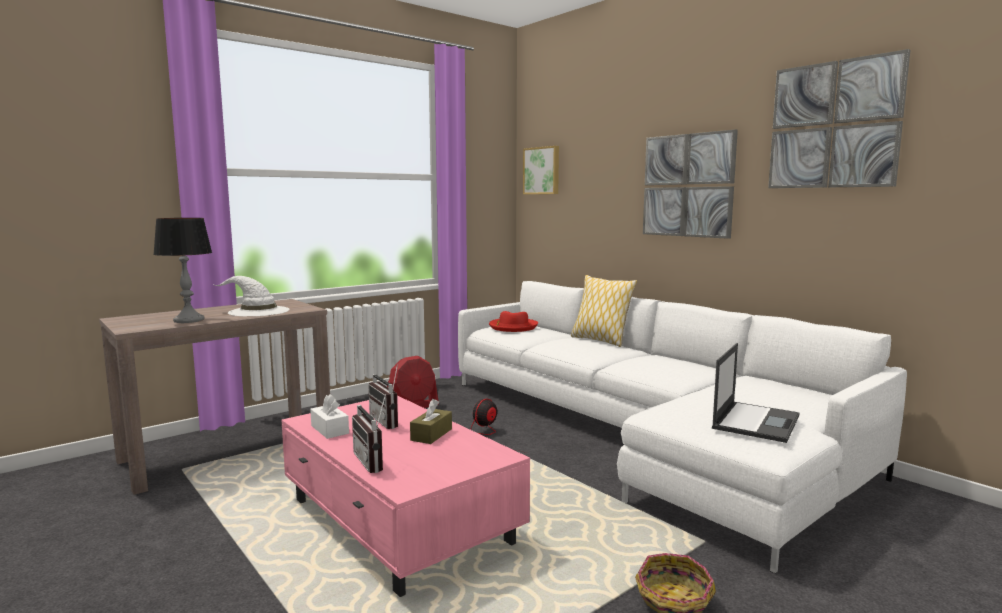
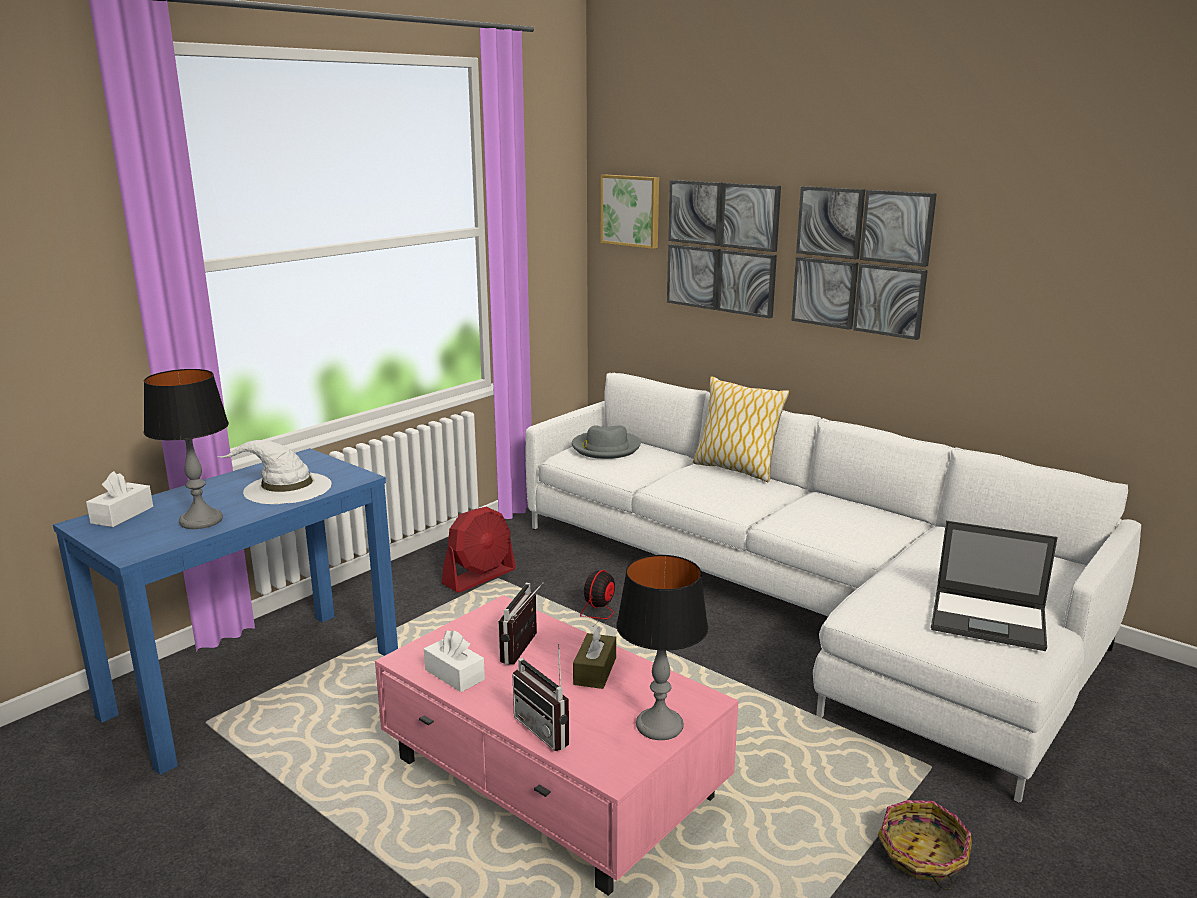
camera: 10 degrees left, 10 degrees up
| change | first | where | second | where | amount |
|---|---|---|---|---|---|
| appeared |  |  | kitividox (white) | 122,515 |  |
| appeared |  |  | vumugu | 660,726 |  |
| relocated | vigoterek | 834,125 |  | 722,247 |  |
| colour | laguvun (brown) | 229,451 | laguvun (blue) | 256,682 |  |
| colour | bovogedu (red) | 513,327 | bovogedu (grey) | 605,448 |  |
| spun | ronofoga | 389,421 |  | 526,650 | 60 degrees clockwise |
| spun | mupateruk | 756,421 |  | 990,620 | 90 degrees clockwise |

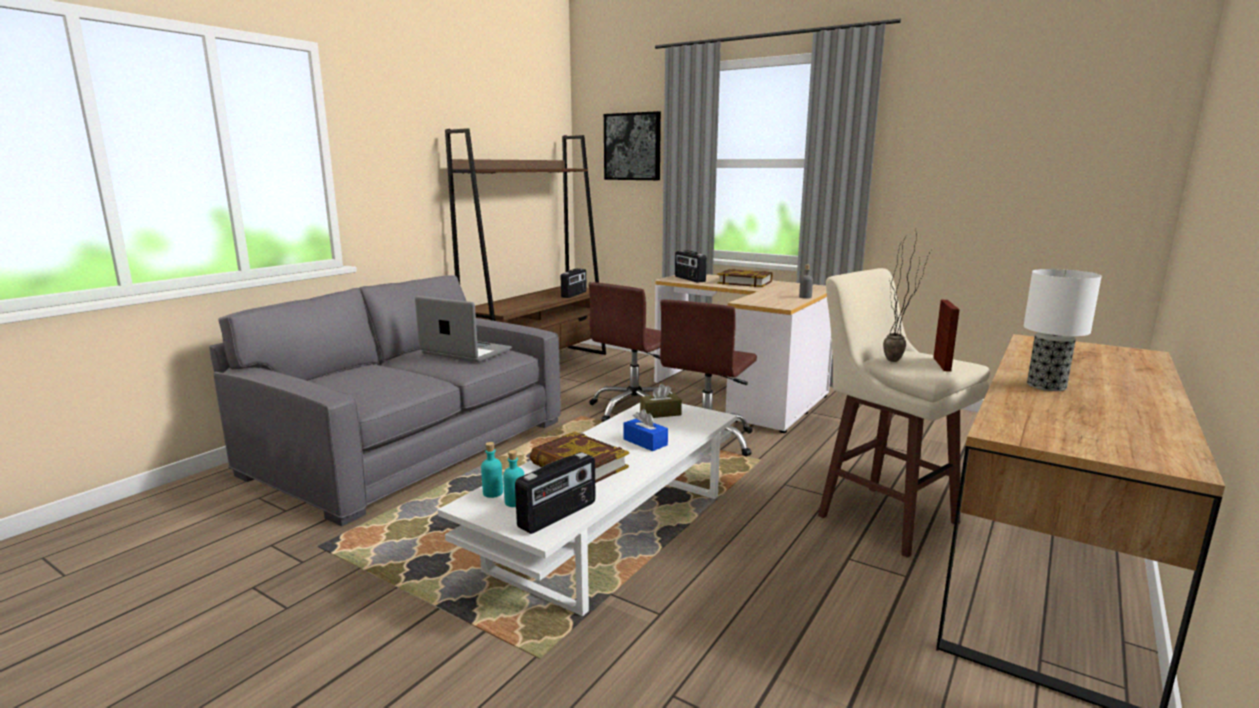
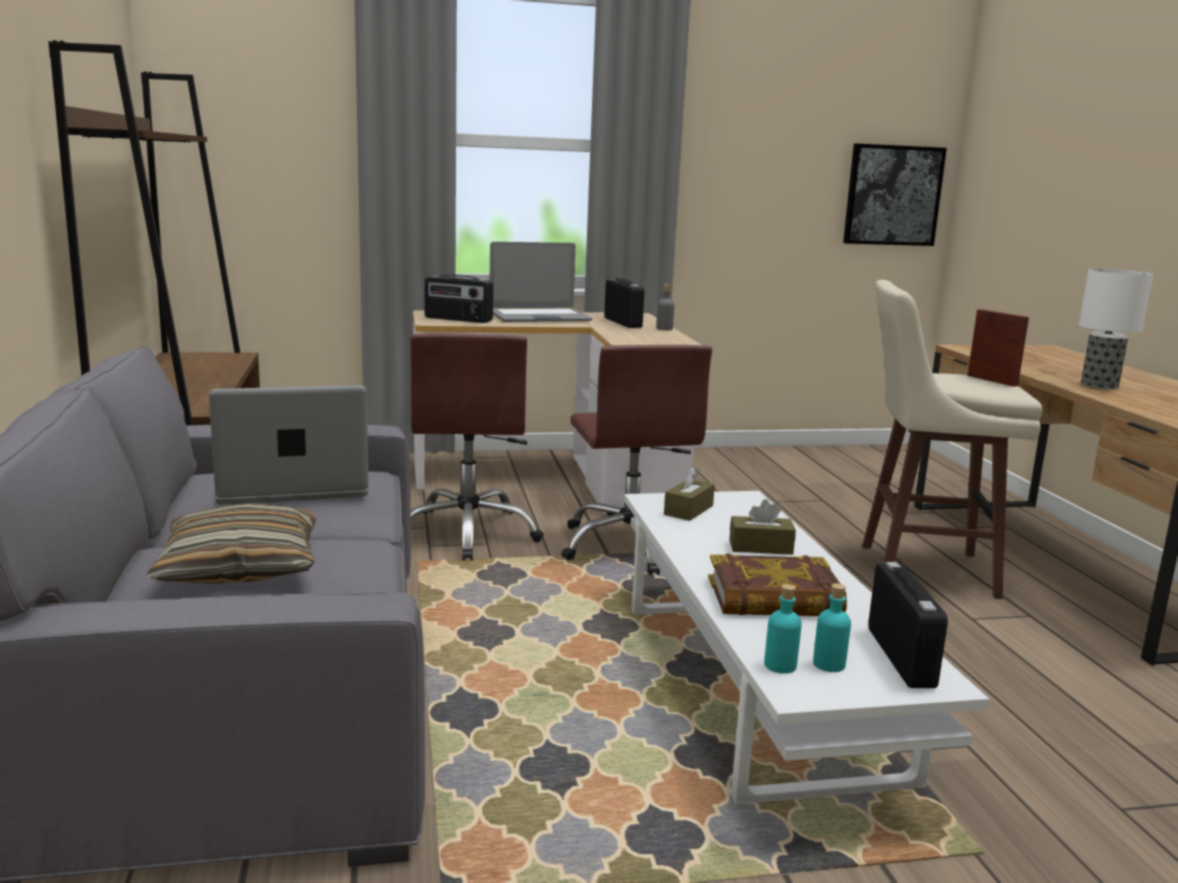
camera: 45 degrees left, 0 degrees up
| change | first | where | second | where | amount |
|---|---|---|---|---|---|
| missing | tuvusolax | 899,362 |  |  |  |
| appeared |  |  | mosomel | 240,566 |  |
| relocated | ronofoga | 574,294 |  | 623,323 |  |
| relocated | vigoterek | 632,146 |  | 892,195 |  |
| exchanged | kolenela | 745,282 | mupateruk | 539,317 |  |
| colour | kitividox (blue) | 645,442 | kitividox (brown) | 760,547 |  |

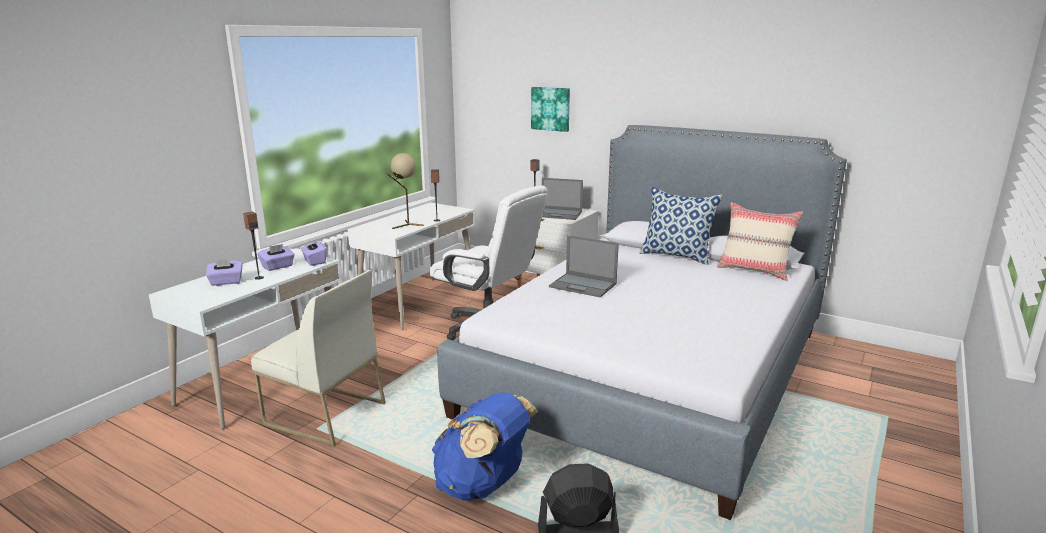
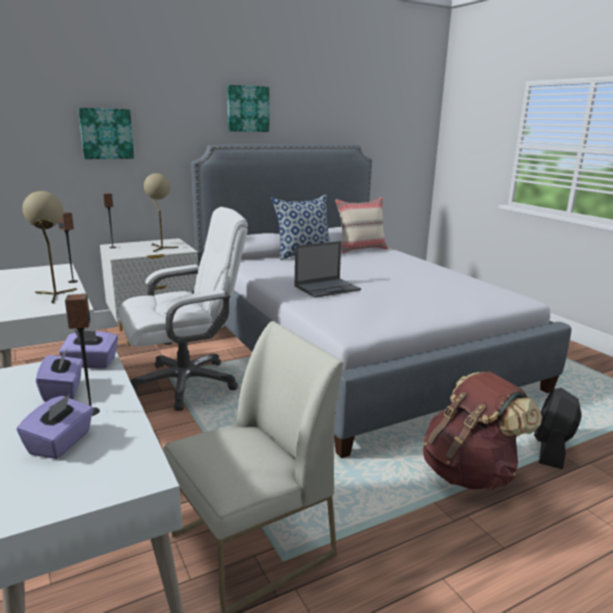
camera: 60 degrees left, 0 degrees up
| change | first | where | second | where | amount |
|---|---|---|---|---|---|
| appeared |  |  | vigoterek | 247,109 |  |
| exchanged | mupateruk | 559,214 | vumugu (beige) | 160,248 |  |
| colour | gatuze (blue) | 483,485 | gatuze (brown) | 469,473 |  |

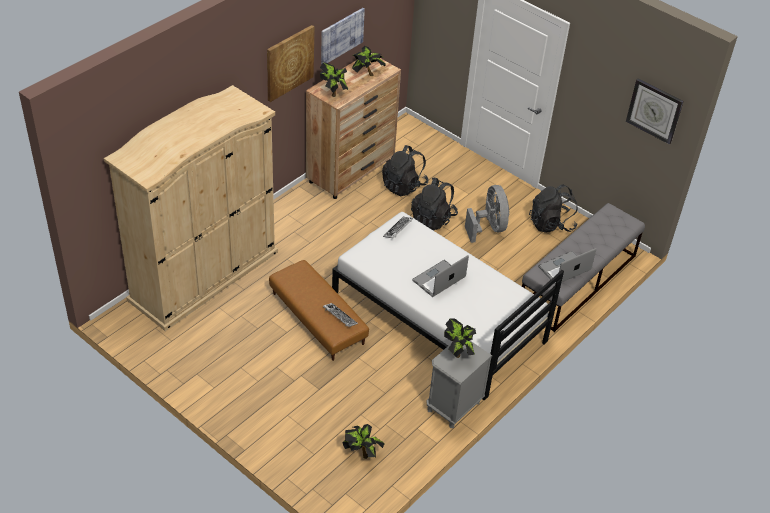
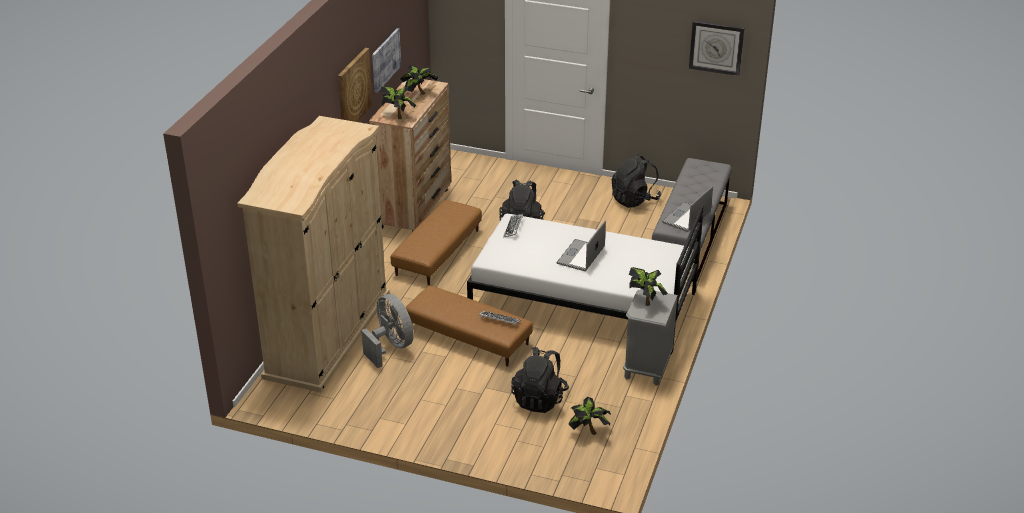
camera: 20 degrees left, 10 degrees down
| change | first | where | second | where | amount |
|---|---|---|---|---|---|
| appeared |  |  | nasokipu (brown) | 437,252 |  |
| relocated | gatuze (black) | 404,186 |  | 539,399 |  |
| relocated | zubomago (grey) | 488,227 |  | 391,347 |  |

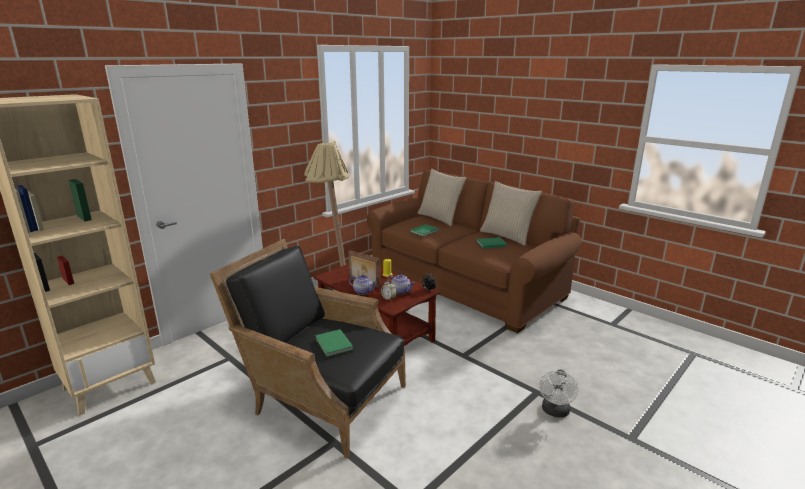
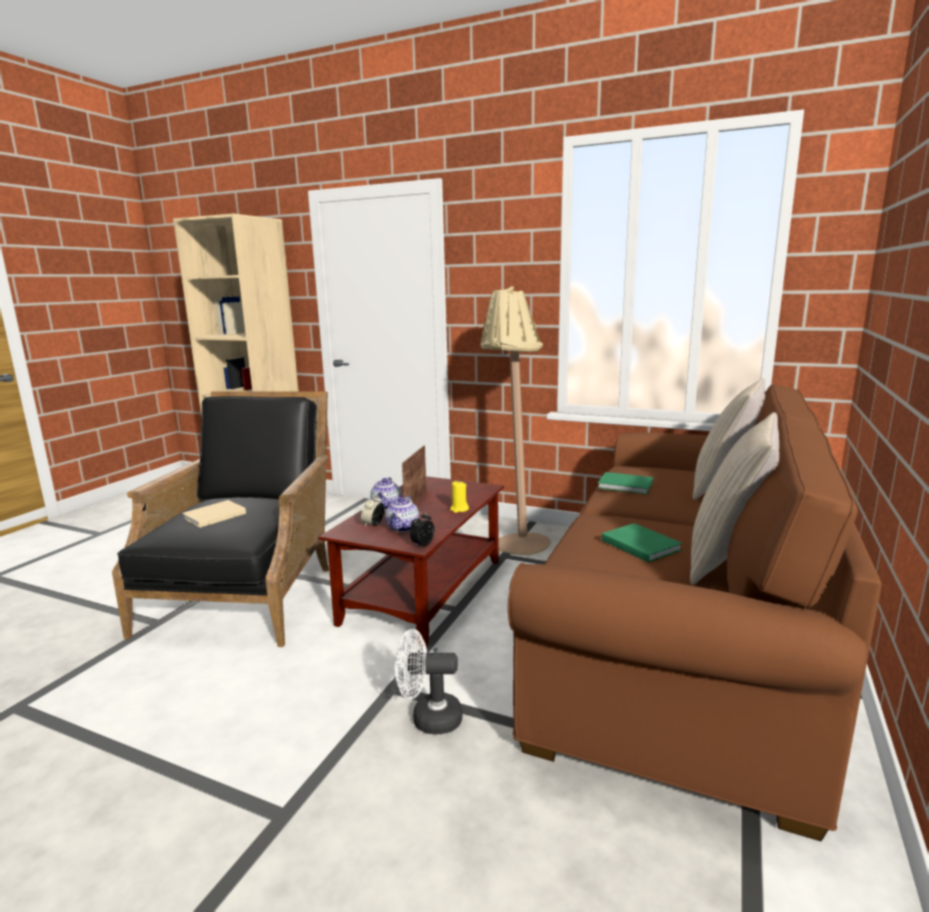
camera: 70 degrees right, 5 degrees down
| change | first | where | second | where | amount |
|---|---|---|---|---|---|
| relocated | zubomago (white) | 555,412 |  | 428,718 |  |
| colour | kolenela (green) | 333,345 | kolenela (beige) | 213,516 |  |

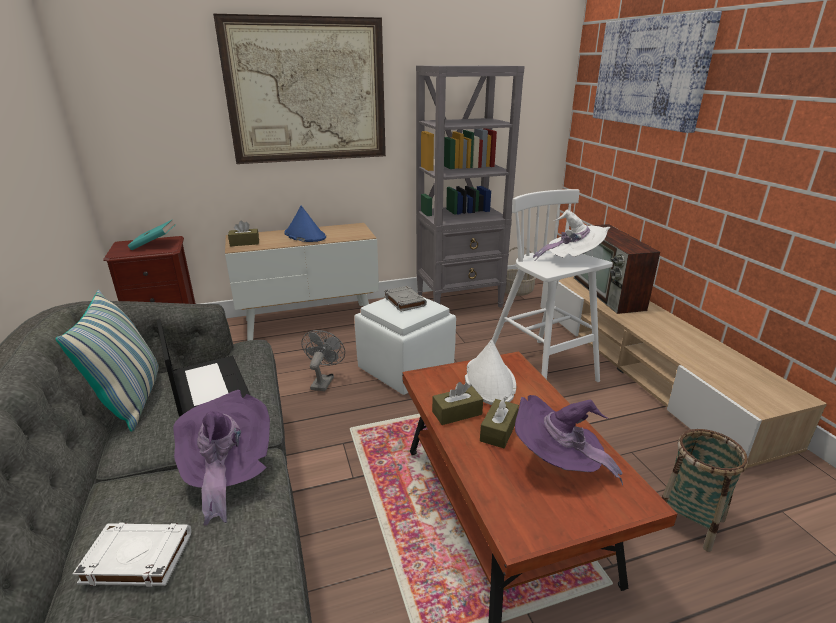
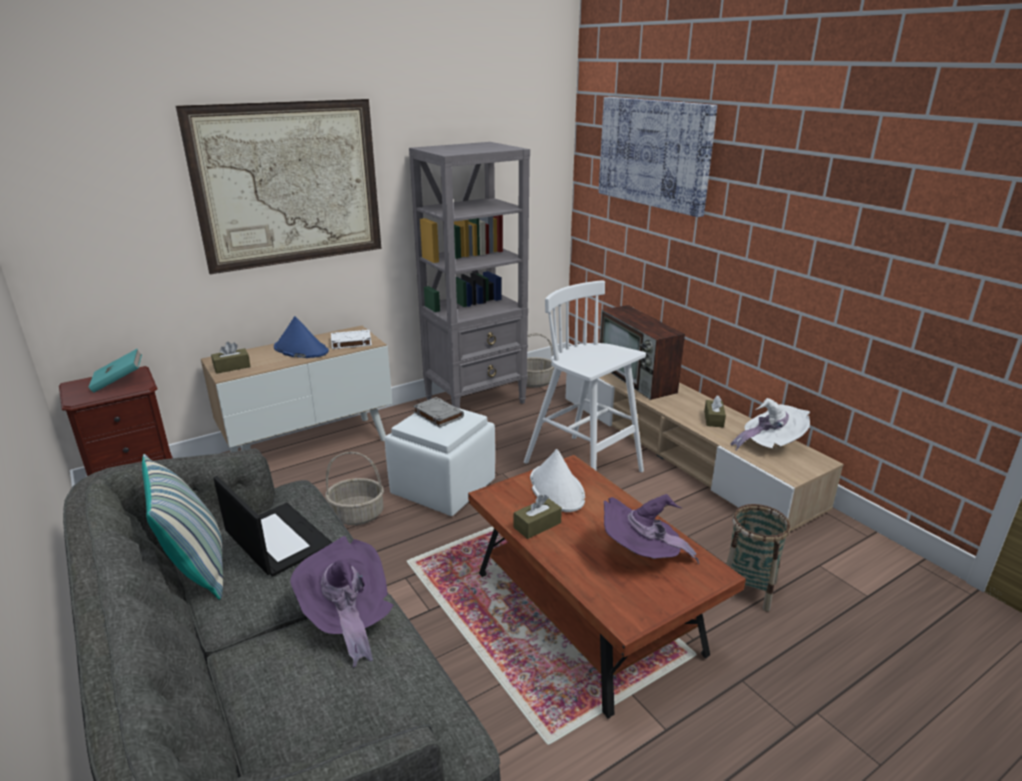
camera: 15 degrees left, 0 degrees up
| change | first | where | second | where | amount |
|---|---|---|---|---|---|
| relocated | kolenela (white) | 136,558 |  | 350,342 |  |
| relocated | kitividox (brown) | 498,431 |  | 713,419 |  |
| relocated | bovogedu (white) | 572,260 |  | 770,444 |  |
| exchanged | zubomago (grey) | 323,381 | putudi | 356,515 |  |

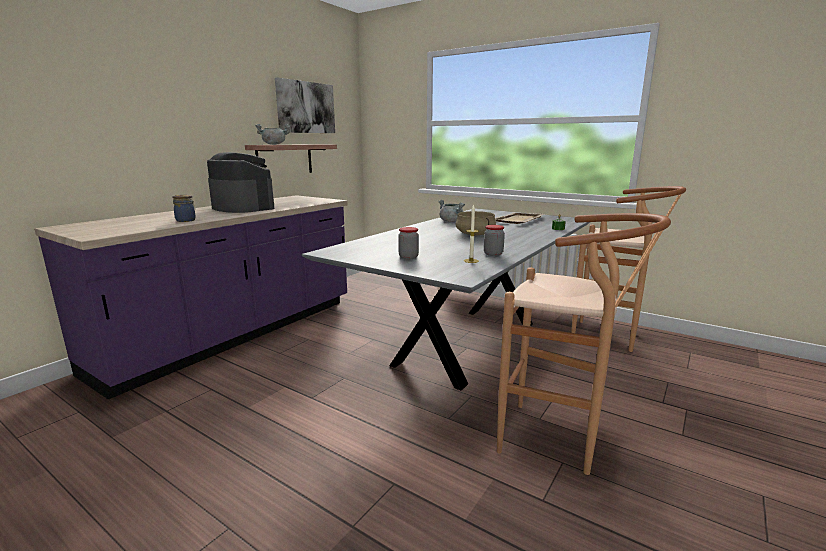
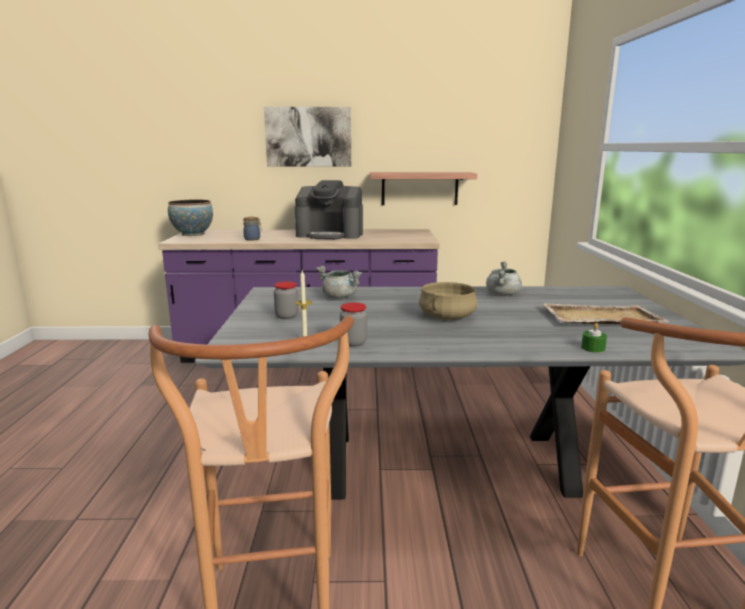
camera: 55 degrees right, 0 degrees up
| change | first | where | second | where | amount |
|---|---|---|---|---|---|
| appeared |  |  | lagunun | 193,234 |  |
| relocated | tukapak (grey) | 274,144 |  | 340,297 |  |
| relocated | vigoterek | 305,107 |  | 308,137 |  |
| spun | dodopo | 242,207 |  | 330,234 | 90 degrees clockwise |

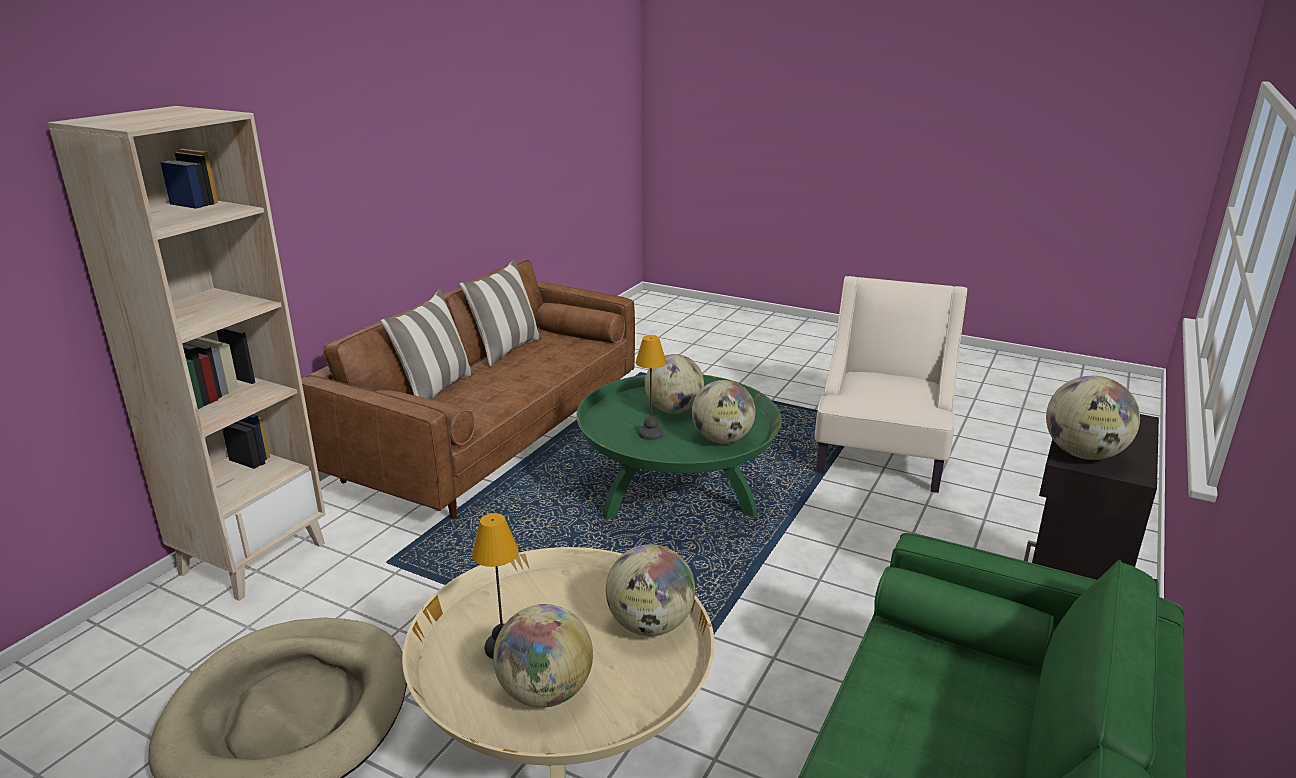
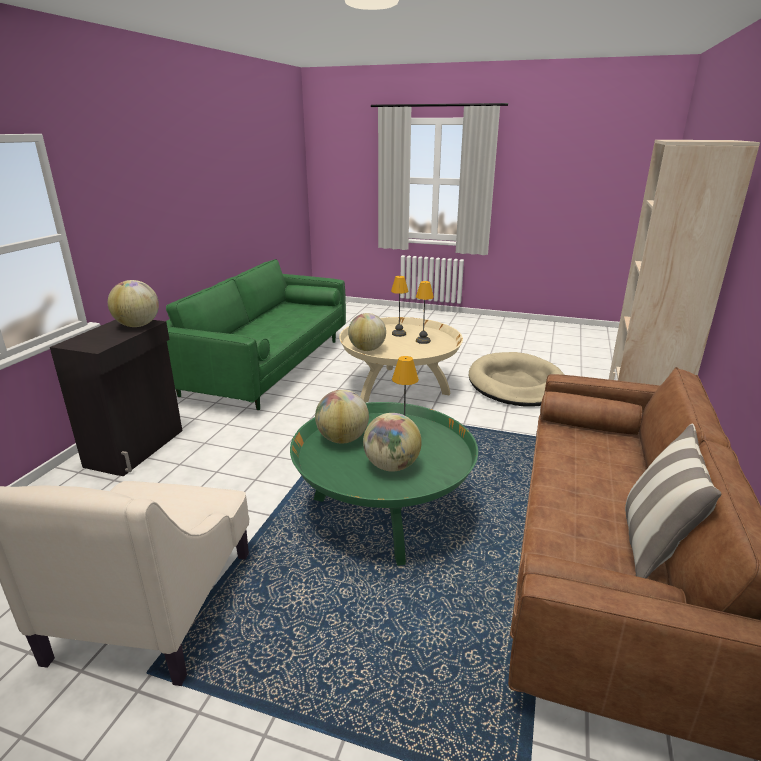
camera: 170 degrees right, 0 degrees up
| change | first | where | second | where | amount |
|---|---|---|---|---|---|
| missing | mosomel | 435,390 |  |  |  |
| exchanged | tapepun | 545,692 | vumugu | 399,333 |  |

